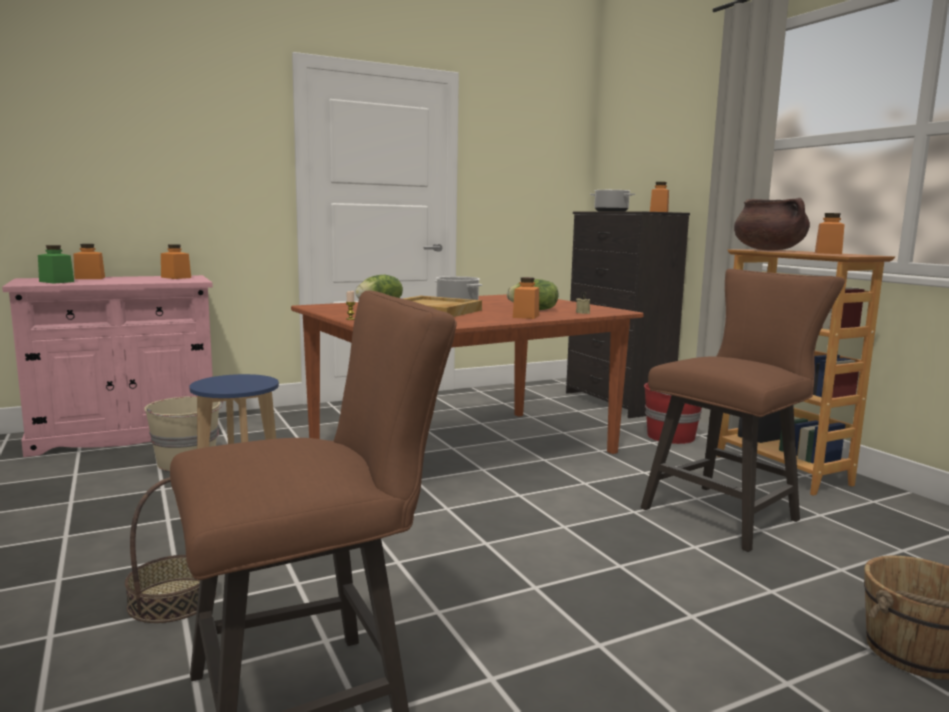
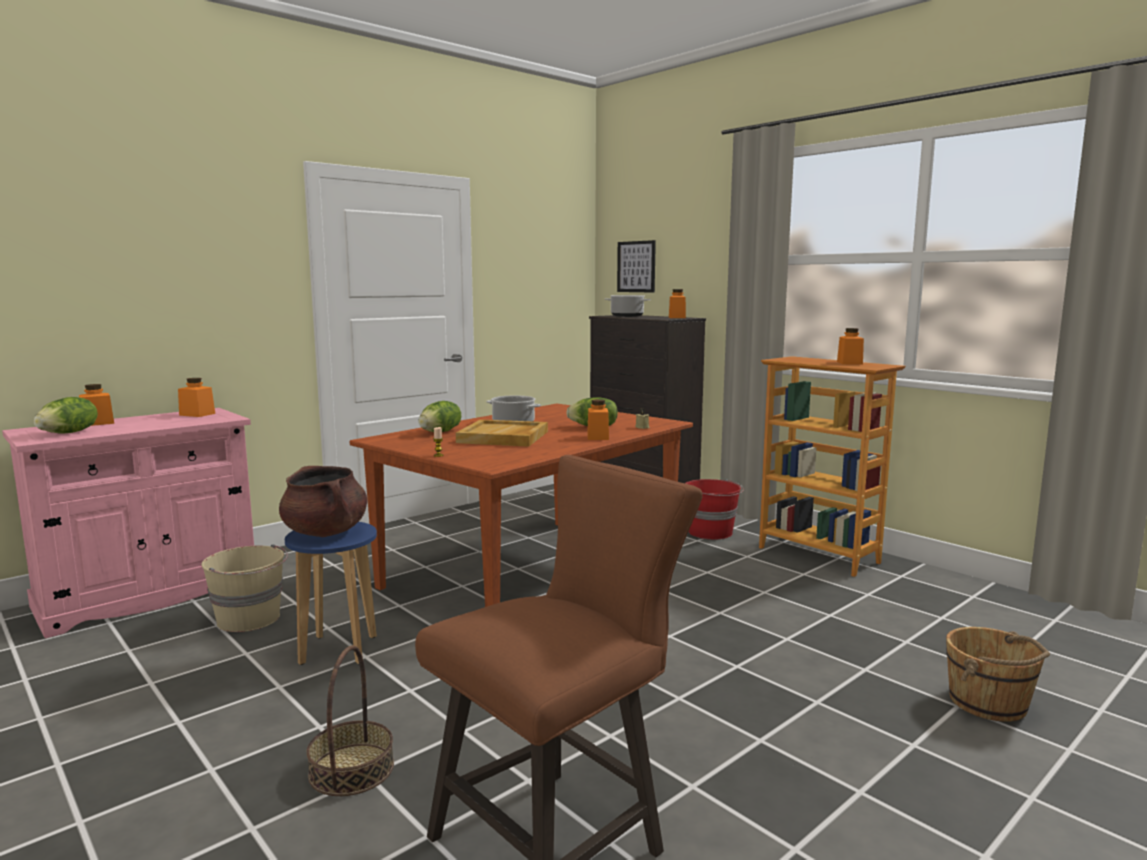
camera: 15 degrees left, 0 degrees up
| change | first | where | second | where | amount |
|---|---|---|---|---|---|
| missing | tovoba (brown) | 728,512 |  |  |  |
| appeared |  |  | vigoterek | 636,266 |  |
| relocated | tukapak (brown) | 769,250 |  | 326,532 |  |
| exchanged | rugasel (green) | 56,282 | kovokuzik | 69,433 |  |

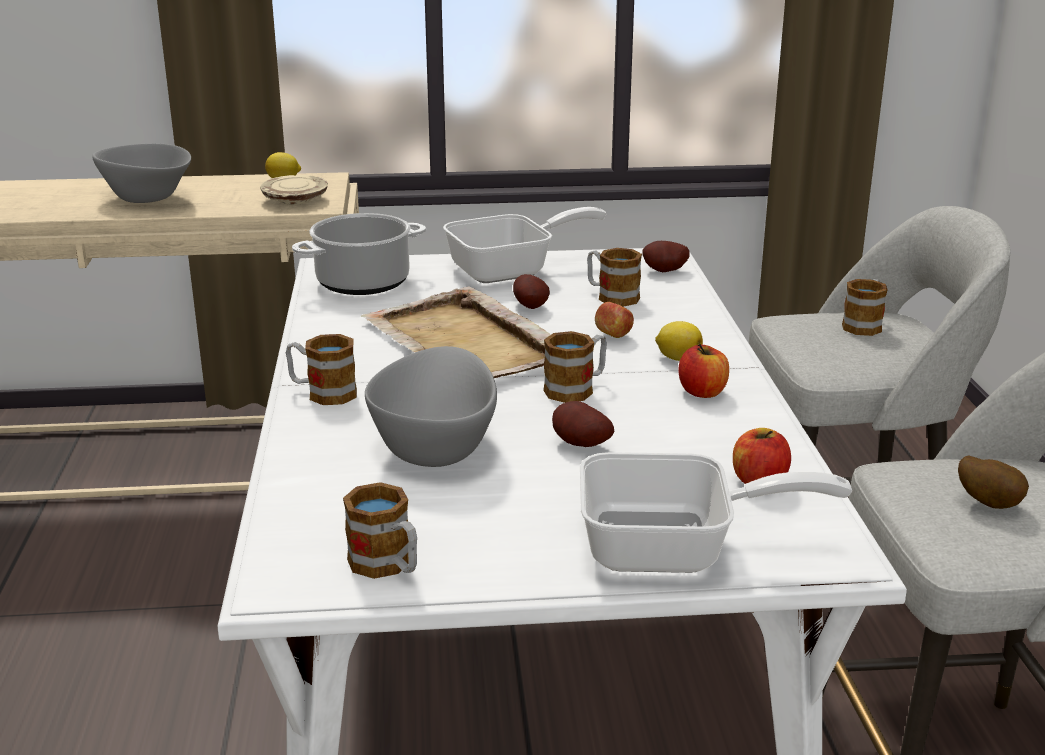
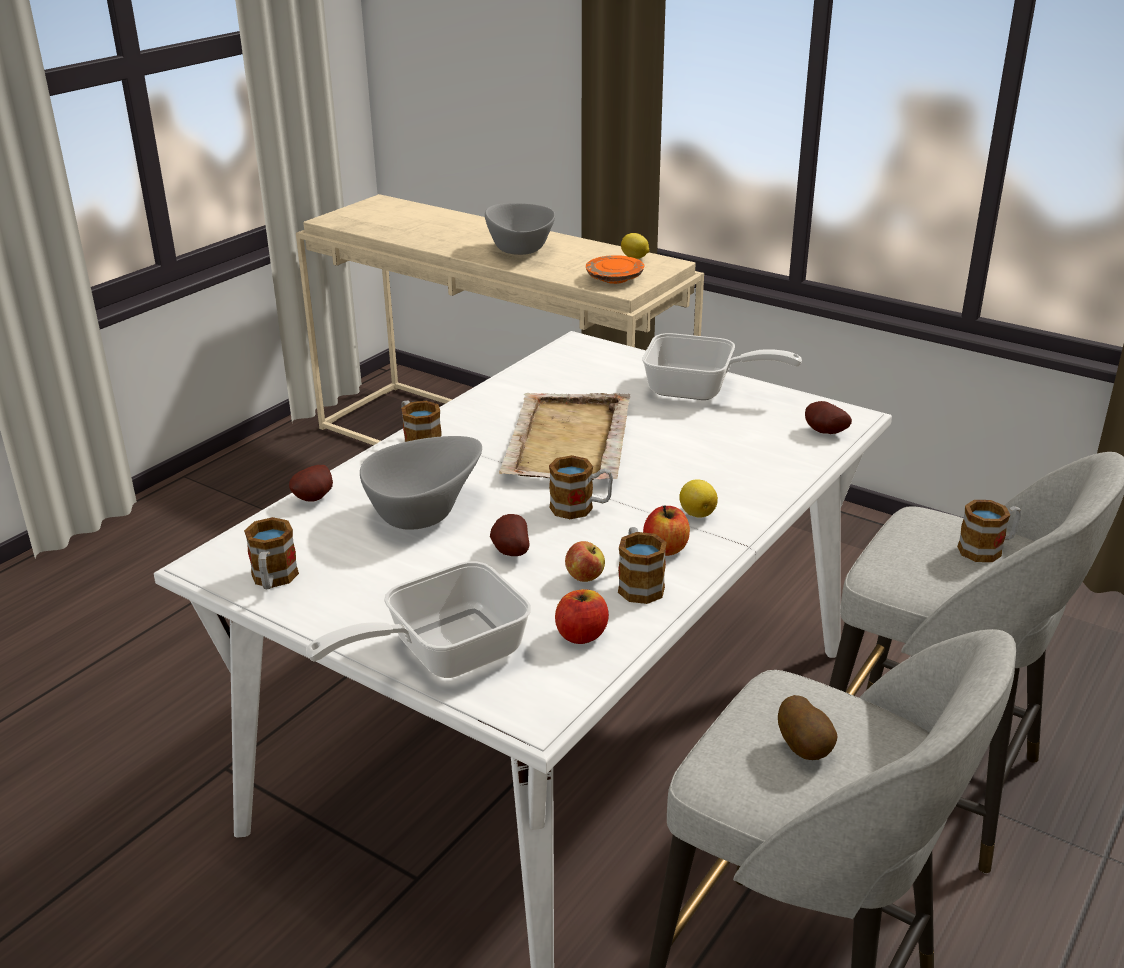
camera: 40 degrees right, 5 degrees up
| change | first | where | second | where | amount |
|---|---|---|---|---|---|
| missing | tukapak | 362,283 |  |  |  |
| relocated | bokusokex | 531,307 |  | 316,498 |  |
| relocated | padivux | 611,296 |  | 638,583 |  |
| relocated | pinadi | 613,336 |  | 585,577 |  |
| colour | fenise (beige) | 295,200 | fenise (orange) | 614,279 |  |
| spun | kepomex | 675,550 |  | 441,654 | 105 degrees clockwise |

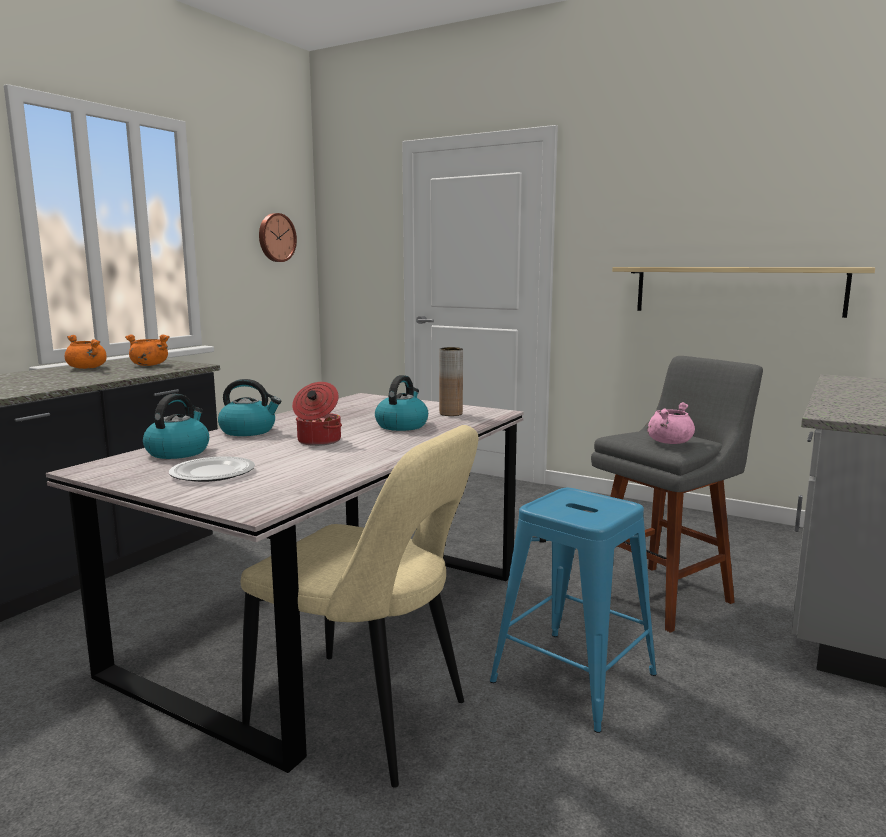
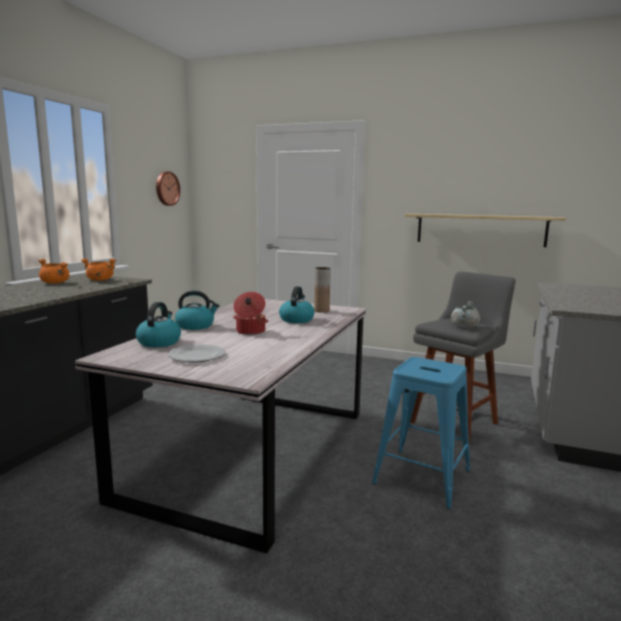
camera: 10 degrees left, 0 degrees up
| change | first | where | second | where | amount |
|---|---|---|---|---|---|
| missing | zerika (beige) | 366,718 |  |  |  |
| colour | tukapak (pink) | 669,442 | tukapak (grey) | 464,326 |  |

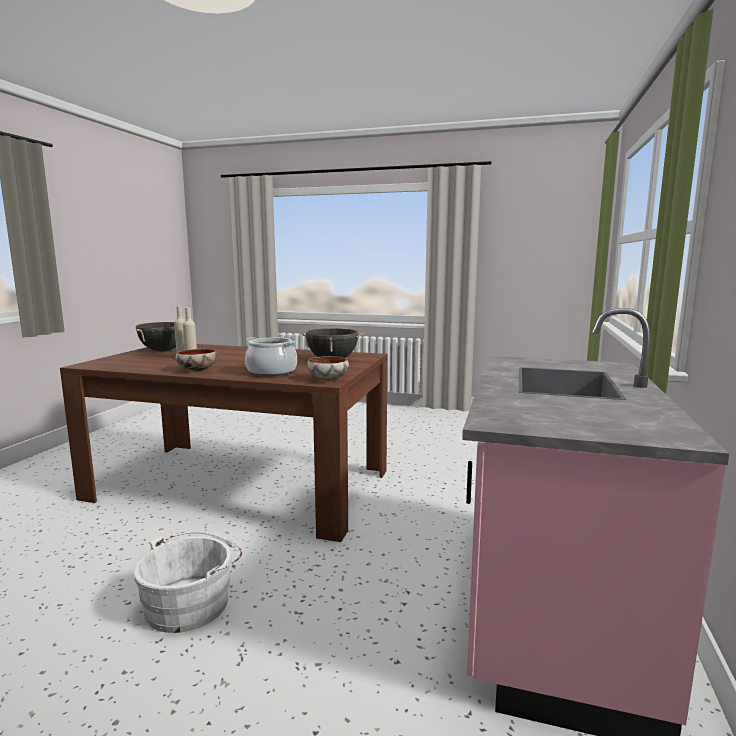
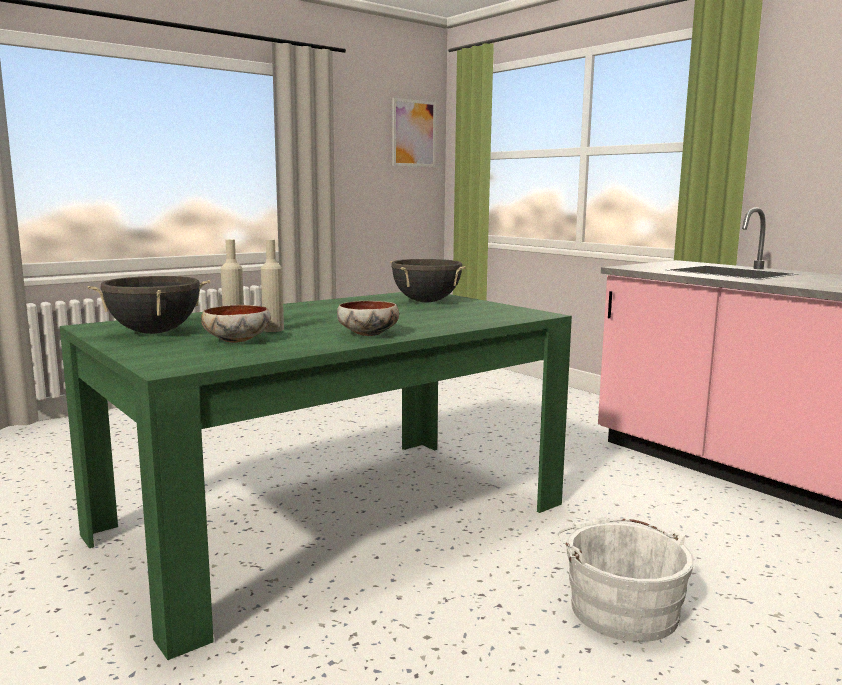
camera: 55 degrees left, 0 degrees up
| change | first | where | second | where | amount |
|---|---|---|---|---|---|
| missing | tukapak | 271,372 |  |  |  |
| appeared |  |  | vigoterek | 414,133 |  |
| relocated | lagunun | 329,379 |  | 238,340 |  |
| colour | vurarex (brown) | 240,484 | vurarex (green) | 333,519 |  |

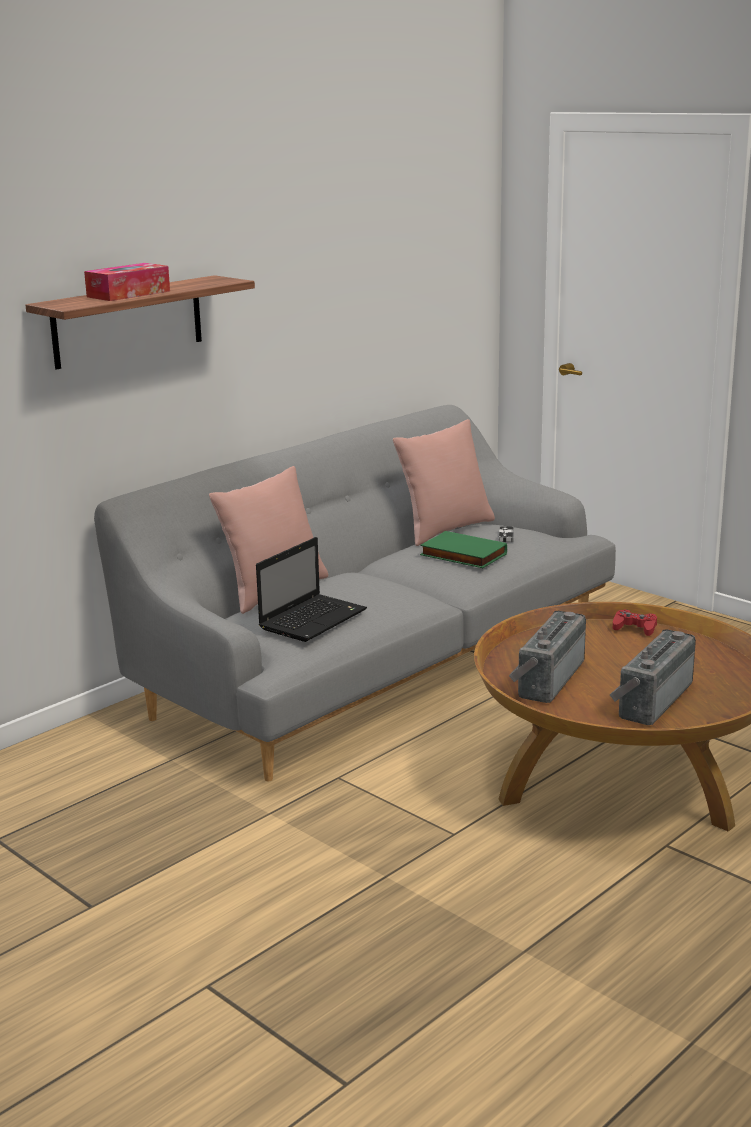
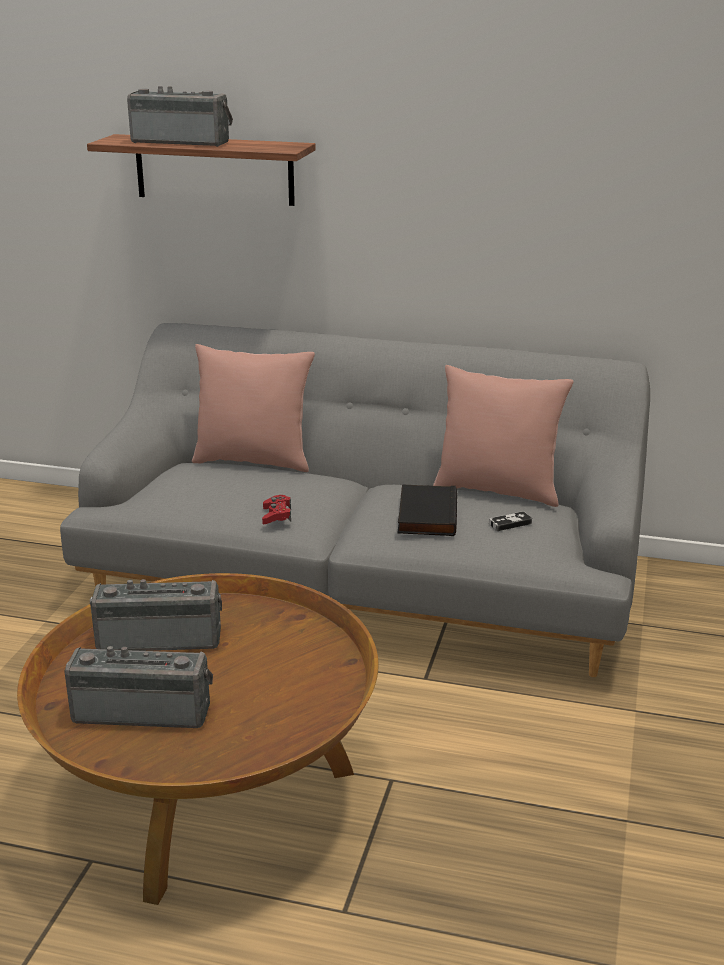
camera: 60 degrees right, 5 degrees up
| change | first | where | second | where | amount |
|---|---|---|---|---|---|
| missing | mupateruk | 314,619 |  |  |  |
| relocated | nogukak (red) | 635,627 |  | 277,515 |  |
| exchanged | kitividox | 128,294 | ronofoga | 182,142 |  |
| colour | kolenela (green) | 462,555 | kolenela (black) | 425,515 |  |

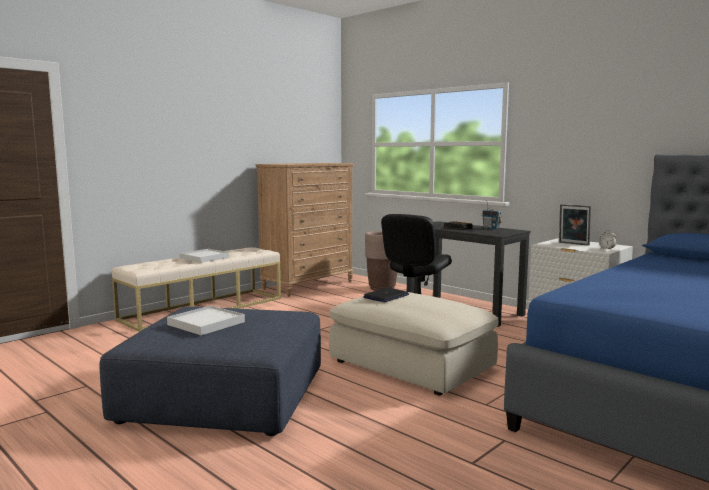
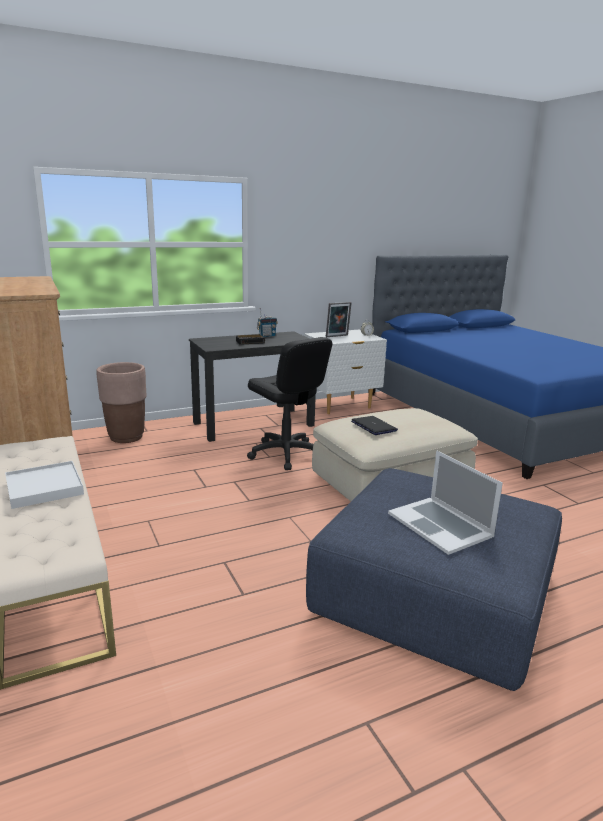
camera: 70 degrees left, 10 degrees up
| change | first | where | second | where | amount |
|---|---|---|---|---|---|
| exchanged | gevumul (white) | 206,323 | mupateruk | 440,524 |  |

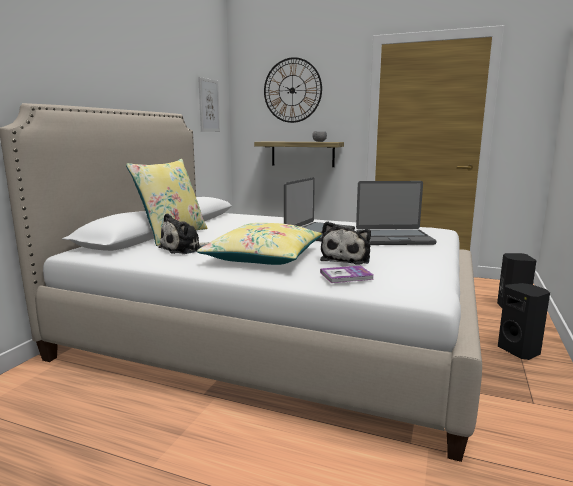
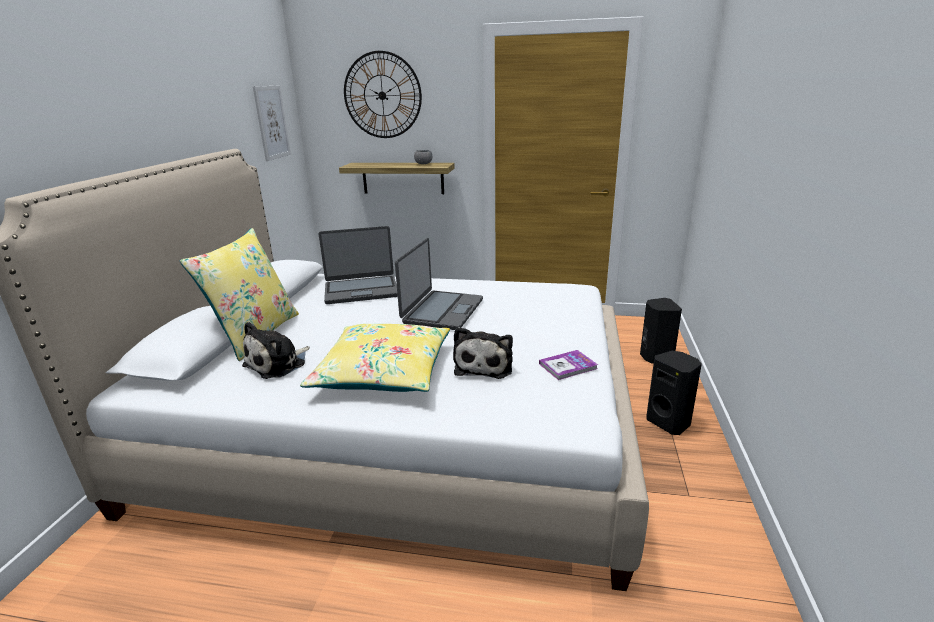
camera: 10 degrees left, 10 degrees up
| change | first | where | second | where | amount |
|---|---|---|---|---|---|
| relocated | kolenela | 346,276 |  | 568,366 |  |
| relocated | mupateruk | 393,238 |  | 361,290 |  |

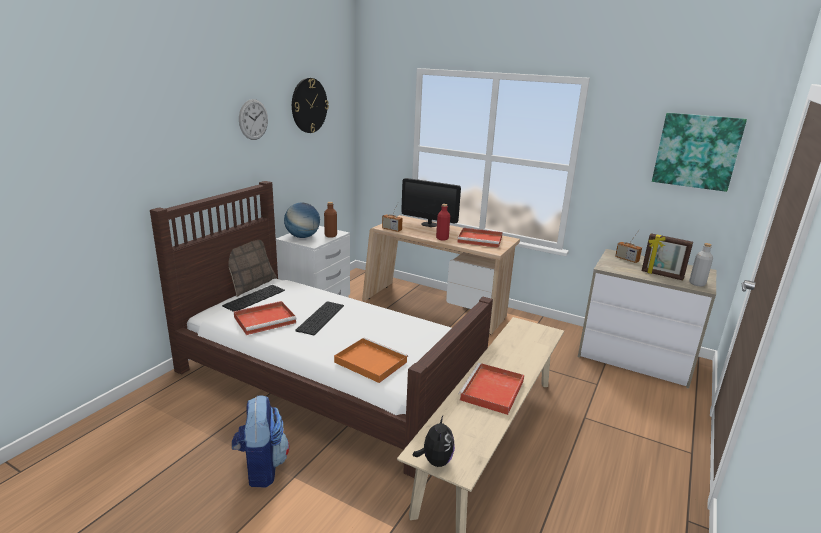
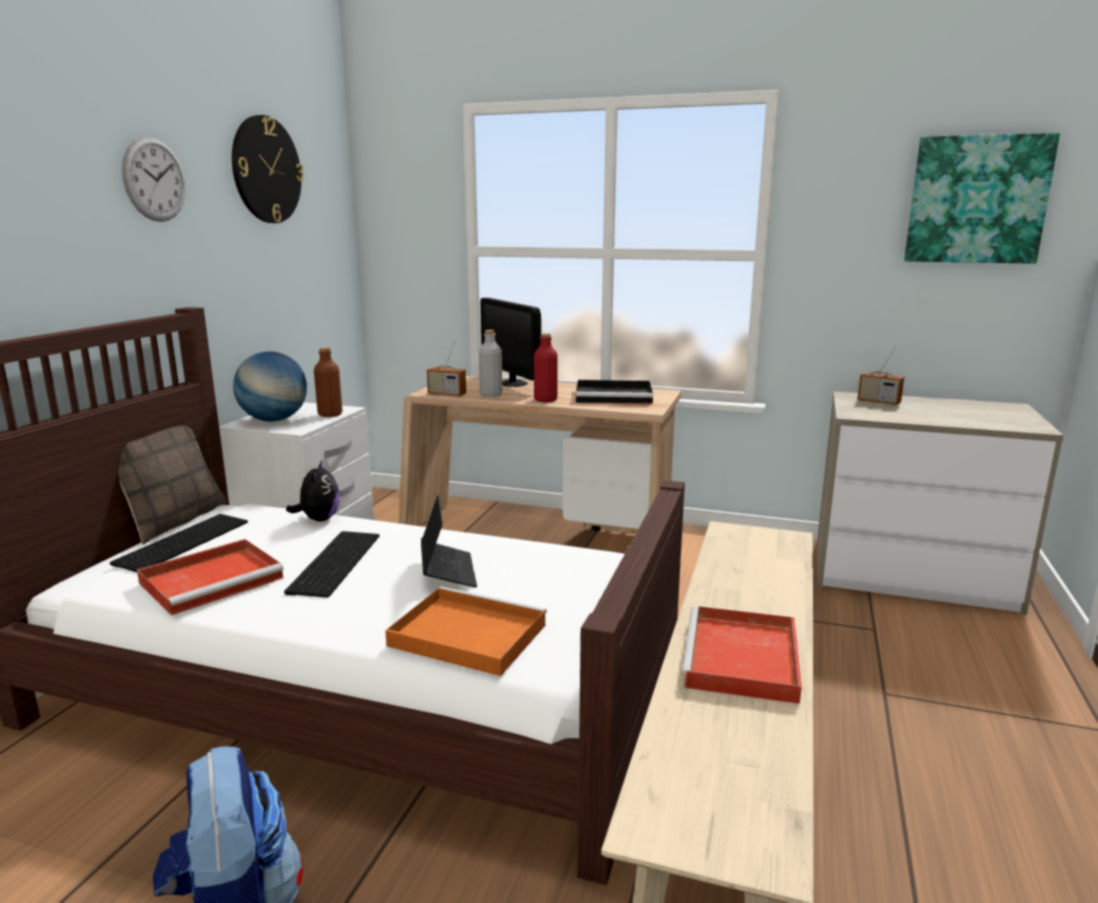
camera: 10 degrees left, 5 degrees down
| change | first | where | second | where | amount |
|---|---|---|---|---|---|
| missing | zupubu | 662,275 |  |  |  |
| appeared |  |  | mupateruk | 448,571 |  |
| relocated | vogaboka | 435,461 |  | 318,519 |  |
| relocated | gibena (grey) | 697,283 |  | 491,394 |  |
| colour | gevumul (red) | 481,240 | gevumul (black) | 615,396 |  |
| spun | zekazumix | 429,224 |  | 512,383 | 45 degrees clockwise |

